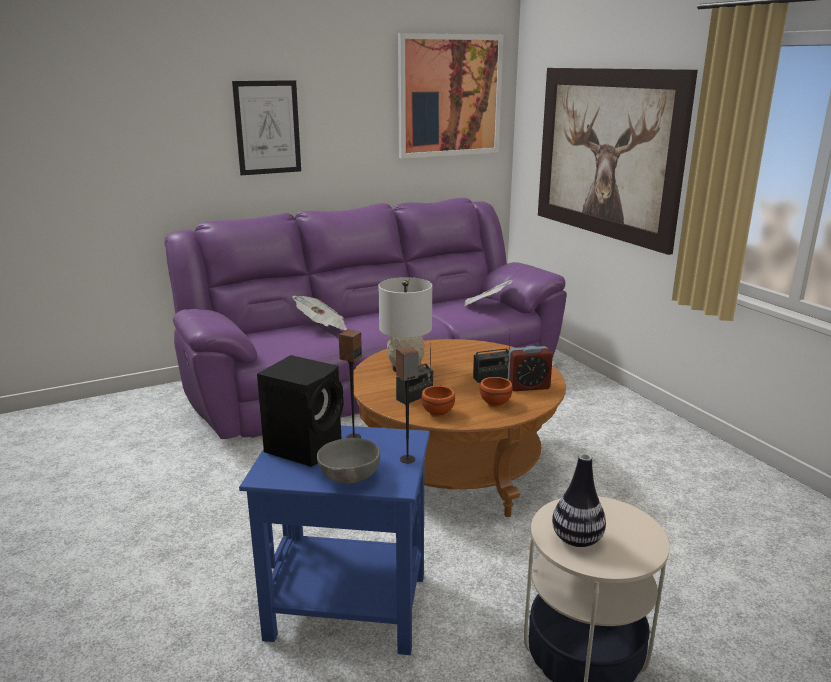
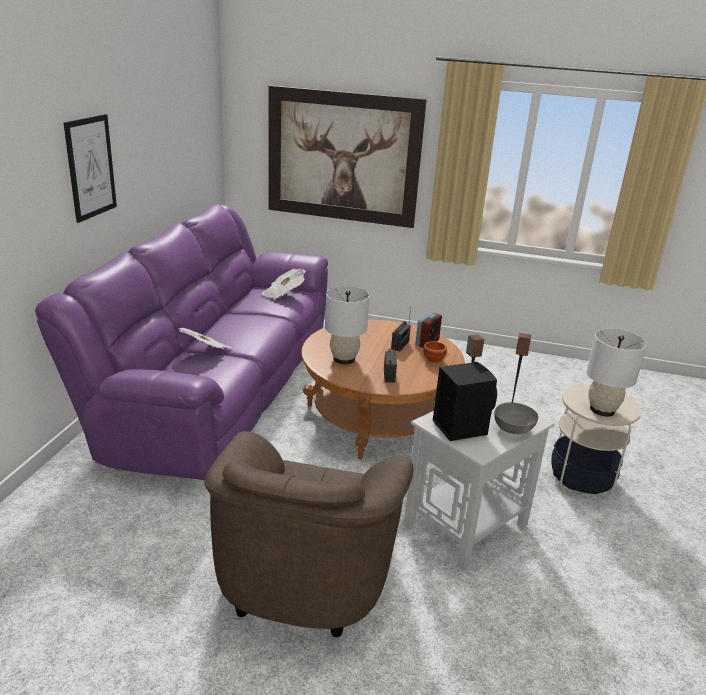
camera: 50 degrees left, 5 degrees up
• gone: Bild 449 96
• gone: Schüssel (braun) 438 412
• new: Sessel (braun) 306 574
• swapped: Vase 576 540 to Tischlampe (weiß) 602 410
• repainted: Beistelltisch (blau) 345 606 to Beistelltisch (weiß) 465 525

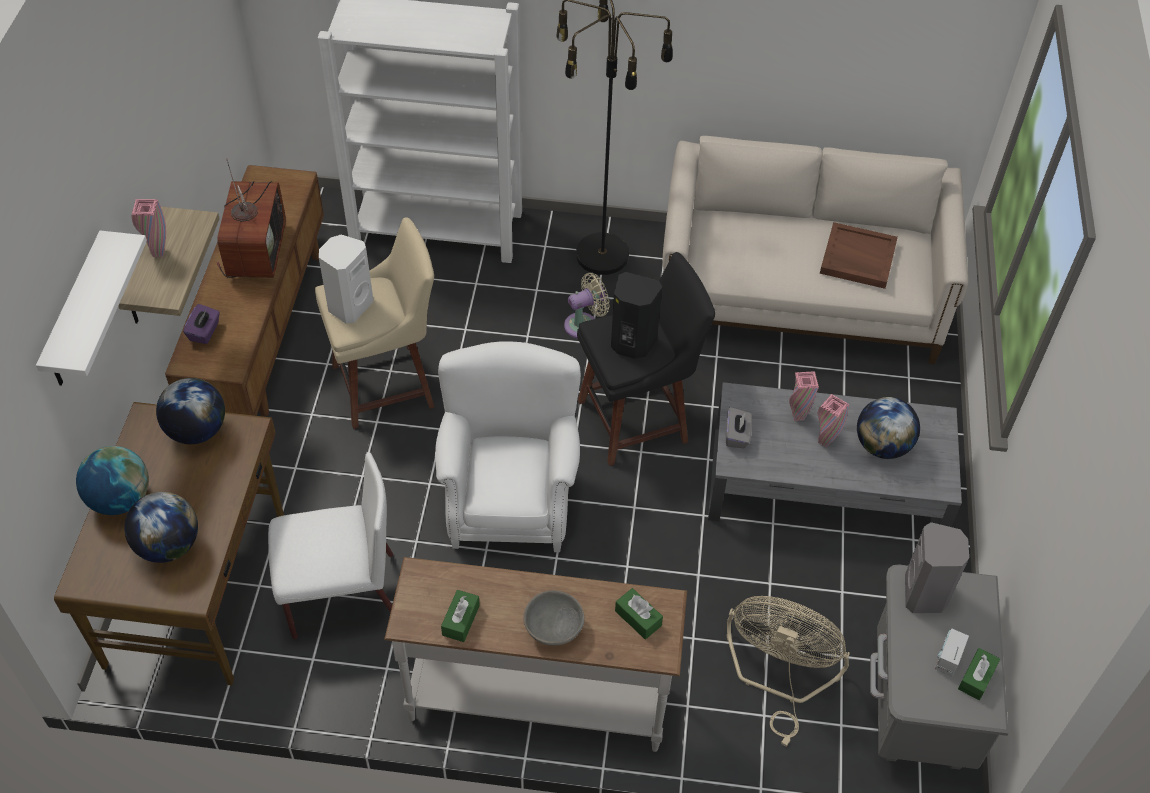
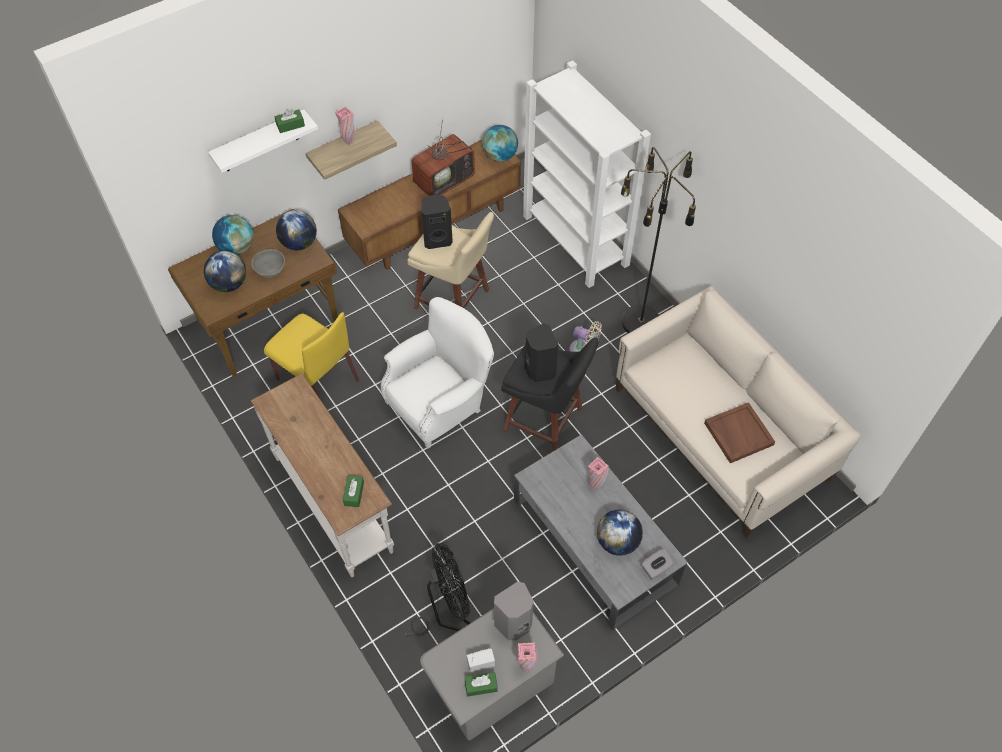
camera: 50 degrees right, 5 degrees up
• gone: Taschentuchbox (lila) 205 332
• new: Globus 500 156
• shifted: Taschentuchbox (grün) 461 620 to 290 125
• shifted: Schüssel (grau) 554 628 to 270 270
• shifted: Taschentuchbox (grau) 737 435 to 656 568
• shifted: Vase (rosa) 824 441 to 525 667
• repainted: Stuhl (weiß) 341 596 to Stuhl (gelb) 316 379
• repainted: Lautsprecher (weiß) 349 306 to Lautsprecher (schwarz) 437 239
• repainted: Ventilator (beige) 779 679 to Ventilator (schwarz) 445 605

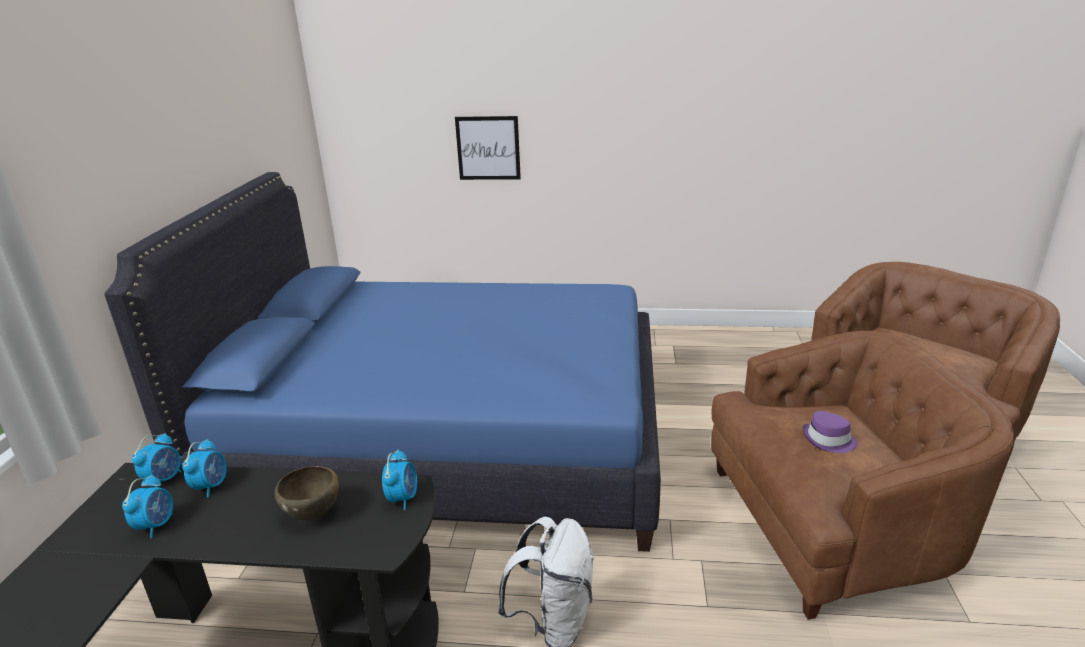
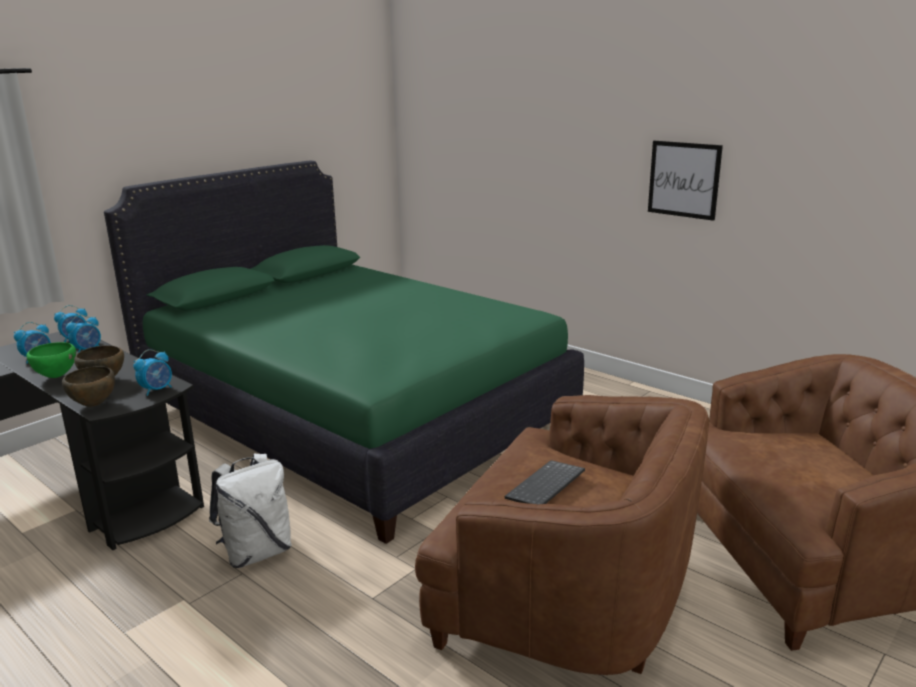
camera: 35 degrees right, 5 degrees down
• new: Schüssel (grün) 56 376
• new: Schüssel (braun) 94 405
• shifted: Bild 488 148 to 684 179
• swapped: Hut (lila) 828 440 to Tastatur 546 487
• repainted: Bett (blau) 449 442 to Bett (grün) 353 416

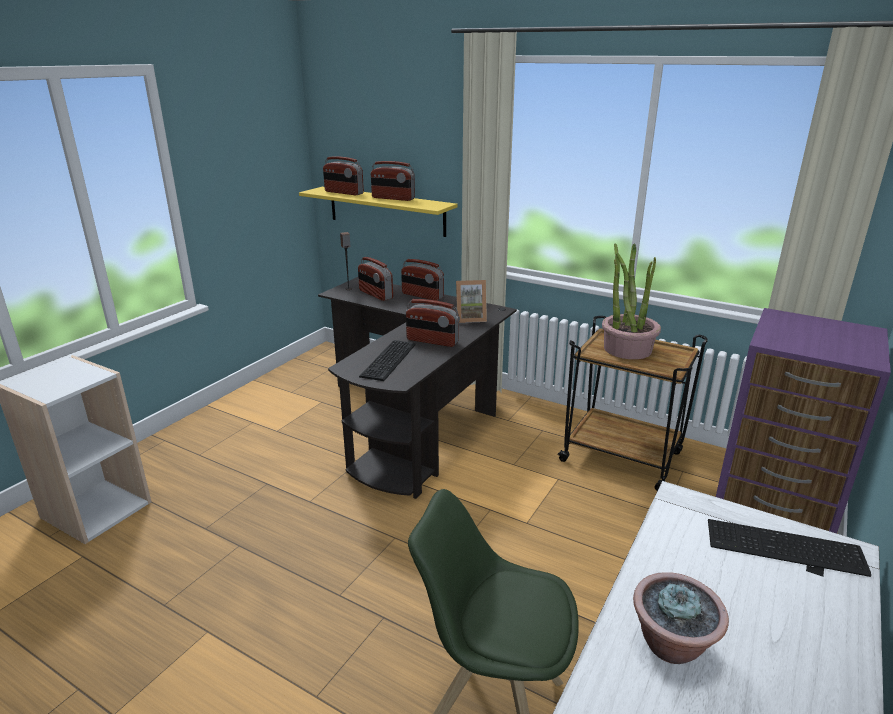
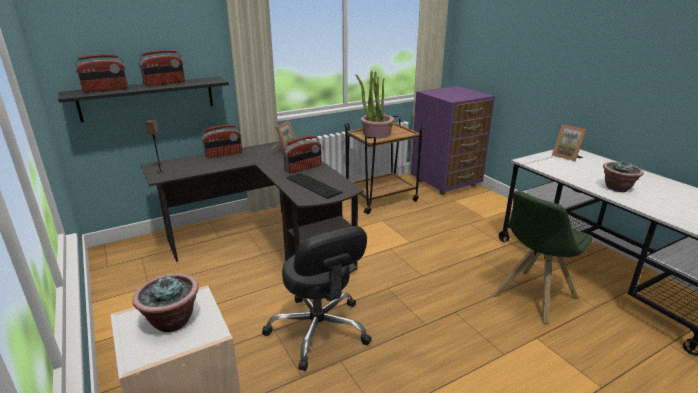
camera: 60 degrees left, 0 degrees up
• gone: Radio 375 294
• new: Topfpflanze 172 321
• new: Bürostuhl (schwarz) 320 333
• swapped: Tastatur 787 549 to Bilderrahmen 566 156
• repainted: Wandregal (gelb) 386 211 to Wandregal (schwarz) 148 98

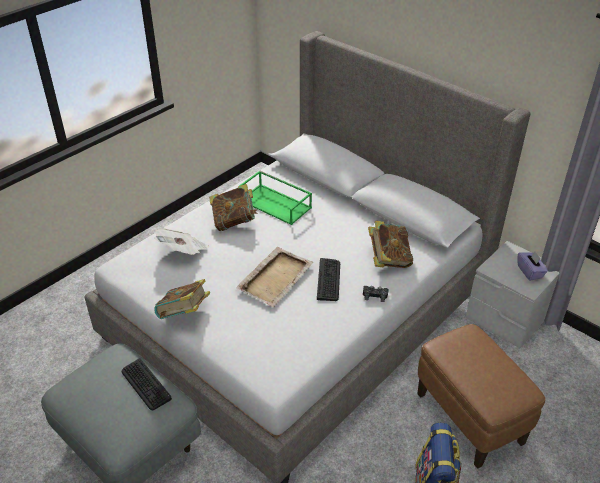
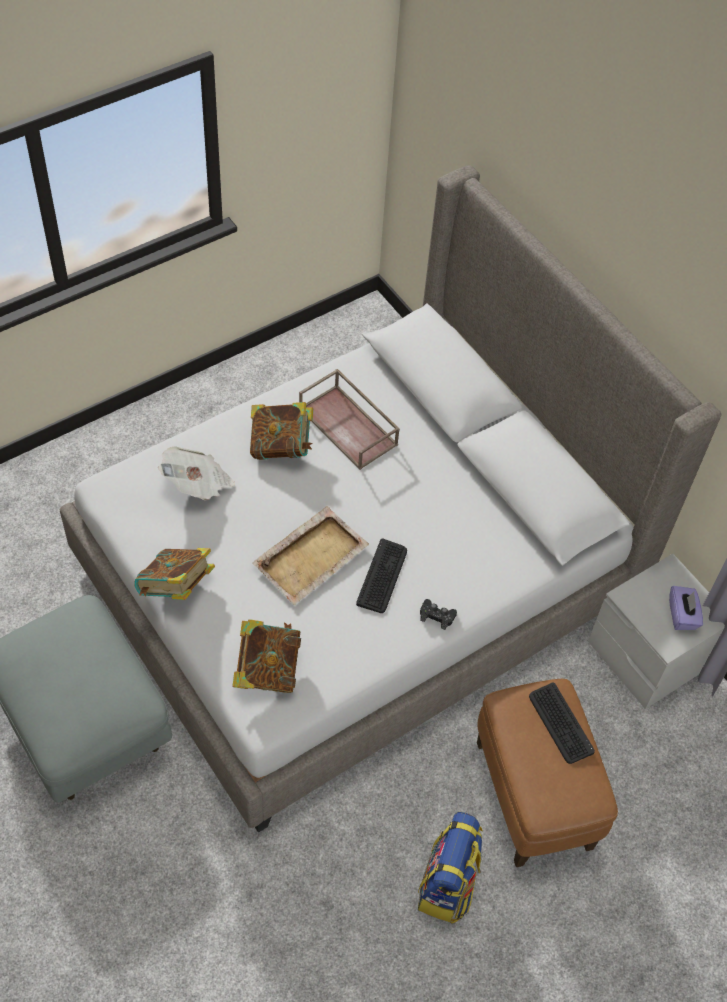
camera: 10 degrees right, 15 degrees up
• shifted: Tastatur 145 385 to 560 723
• shifted: Buch 388 259 to 267 670
• repainted: Tablett (grün) 276 204 to Tablett (braun) 349 427

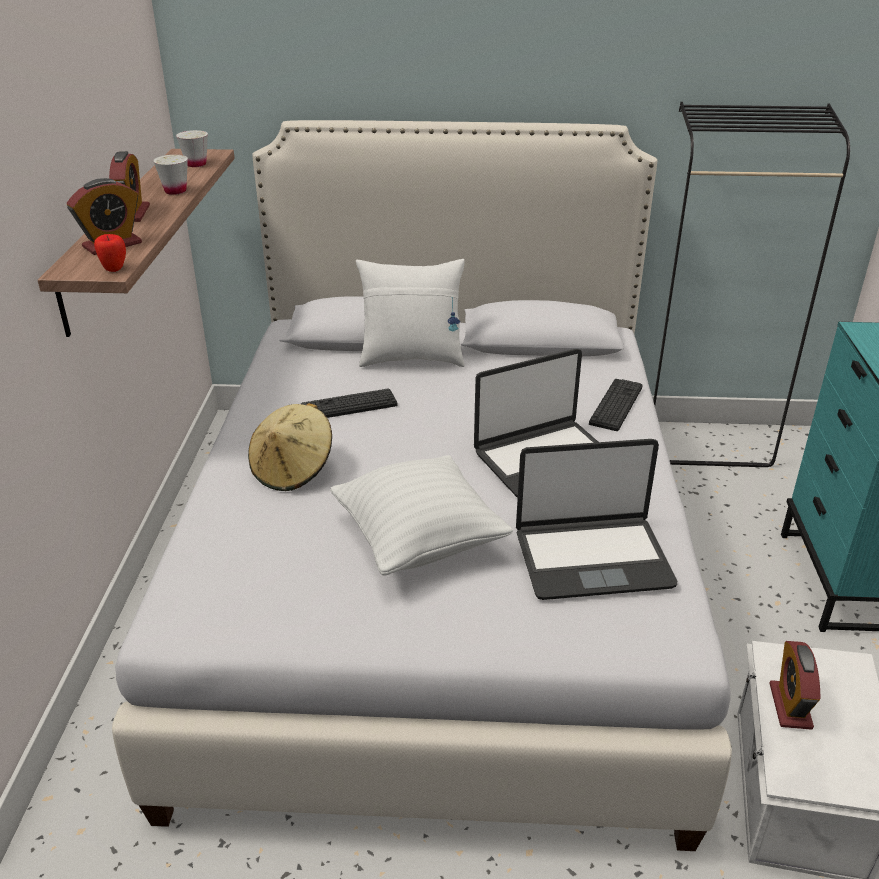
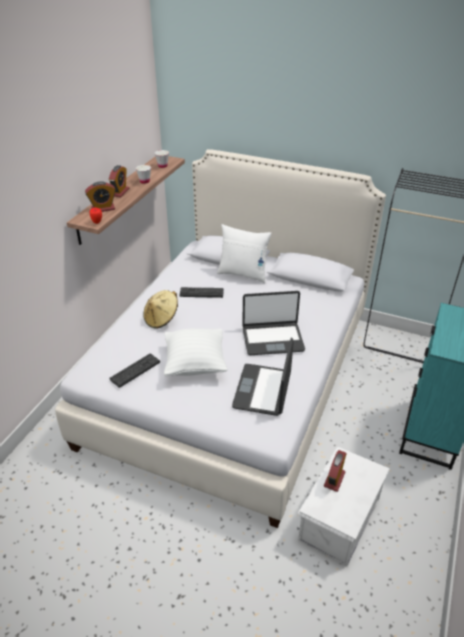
camera: 20 degrees right, 5 degrees up
• shifted: Tastatur 616 405 to 135 370
• rotated: Laptop 592 558 = 263 390 90 degrees clockwise

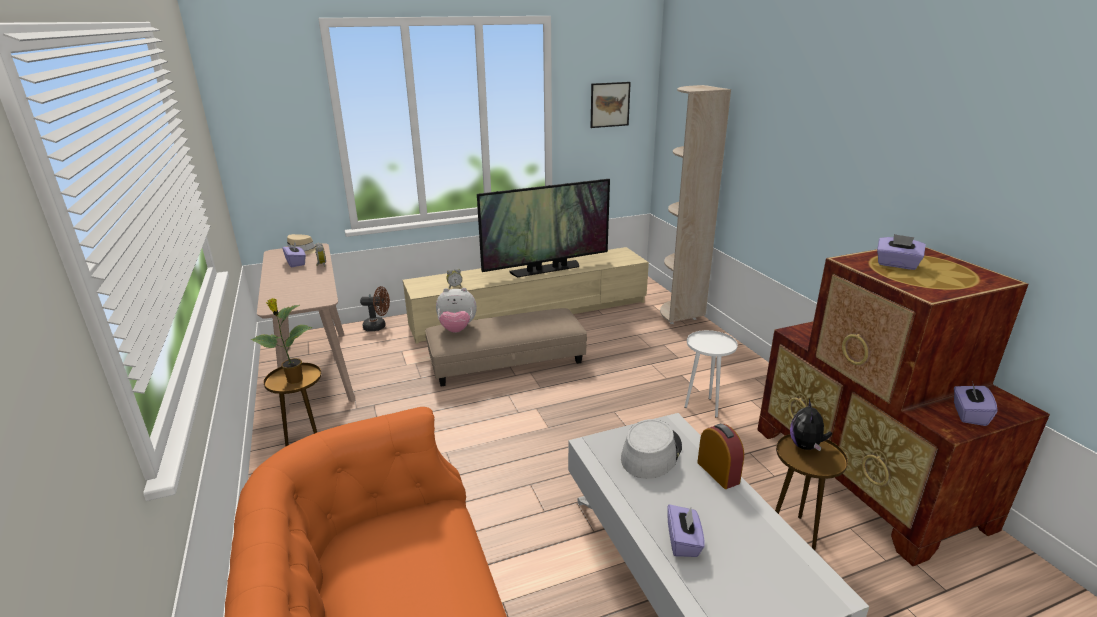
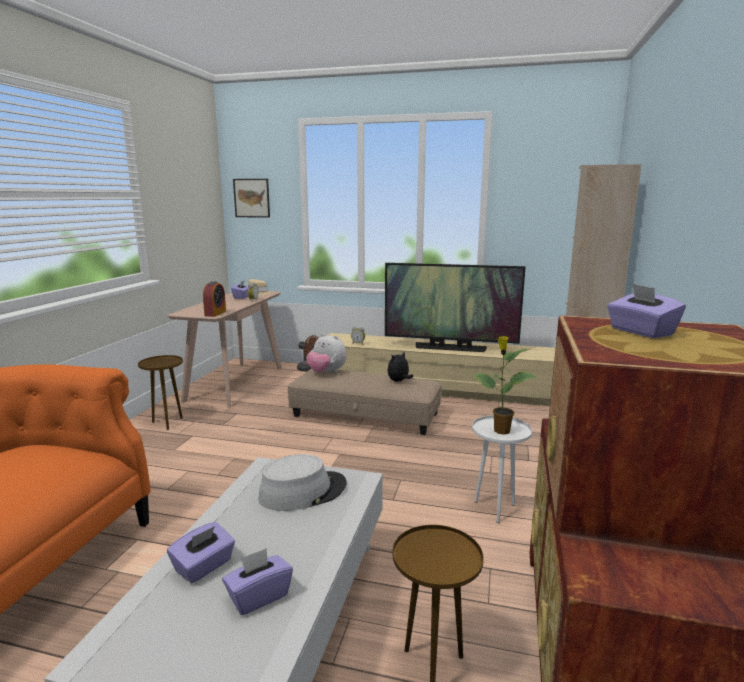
camera: 35 degrees right, 10 degrees down
• shifted: Topfpflanze 294 380 to 500 431
• shifted: Bild 609 104 to 251 198
• shifted: Wecker 718 472 to 215 313
• shifted: Plüschtier 806 446 to 399 381
• shifted: Taschentuchbox (lila) 968 414 to 258 596

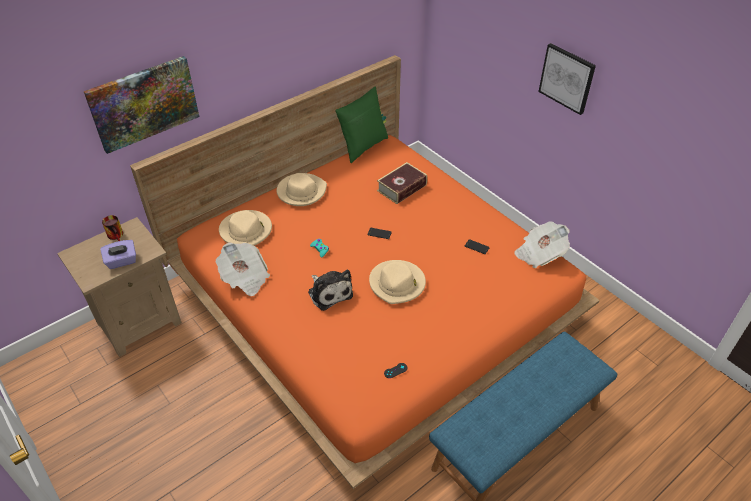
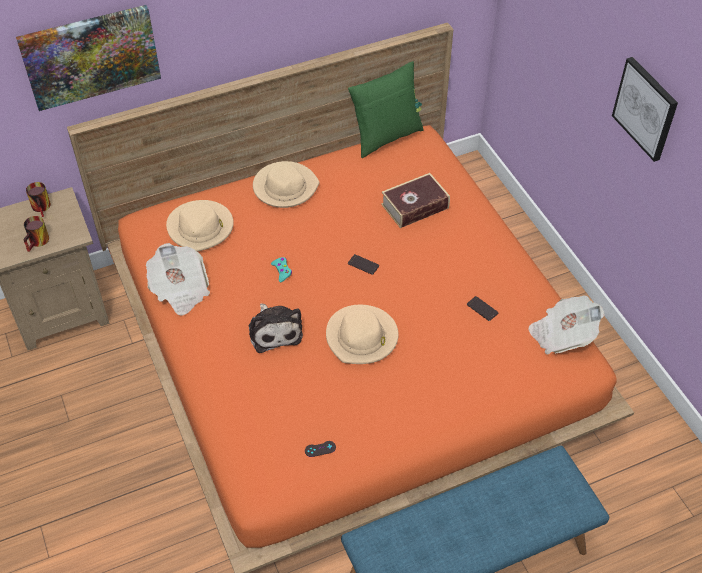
camera: 15 degrees right, 5 degrees up
• swapped: Taschentuchbox (lila) 122 261 to Henkelbecher 39 242

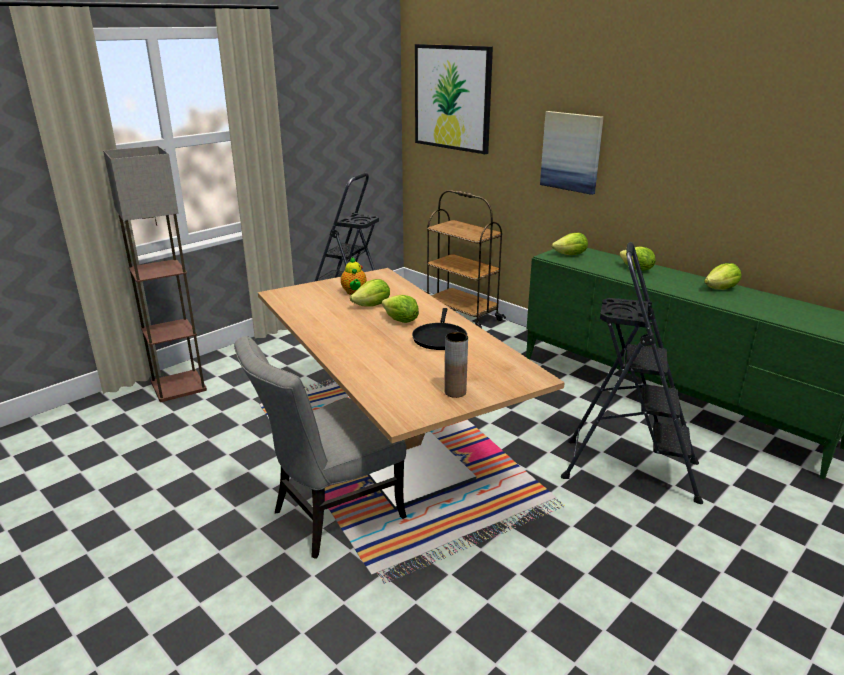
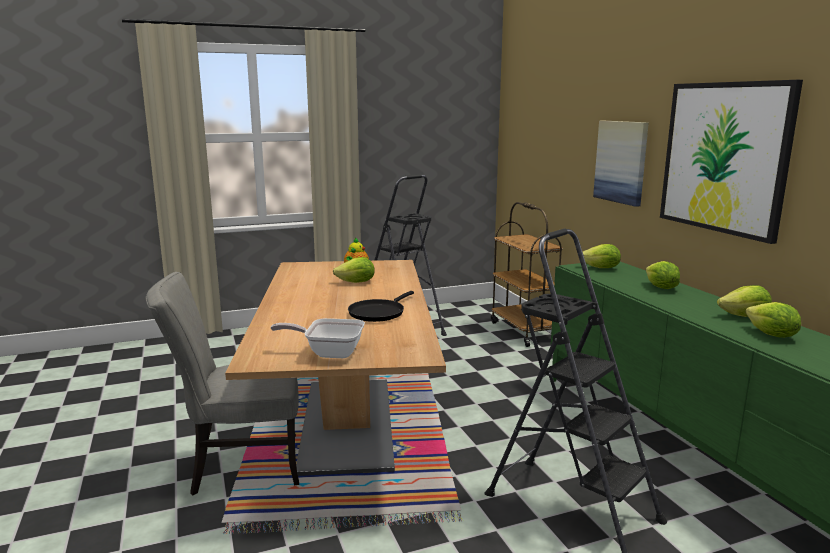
camera: 25 degrees right, 10 degrees down
• gone: Stehlampe 179 386
• shifted: Salatkopf 401 321 to 771 335
• shifted: Bild 452 98 to 724 157
• swapped: Vase (braun) 455 392 to Pfanne 329 352

